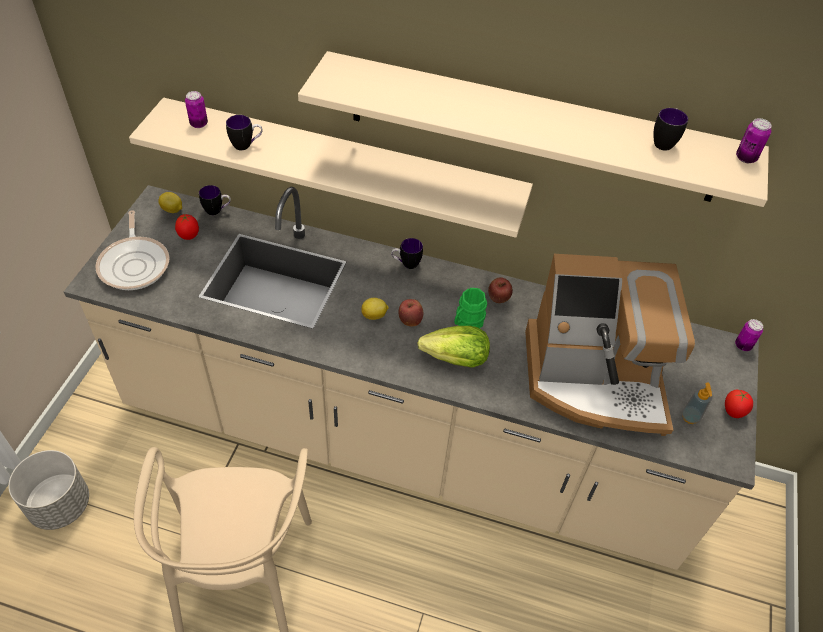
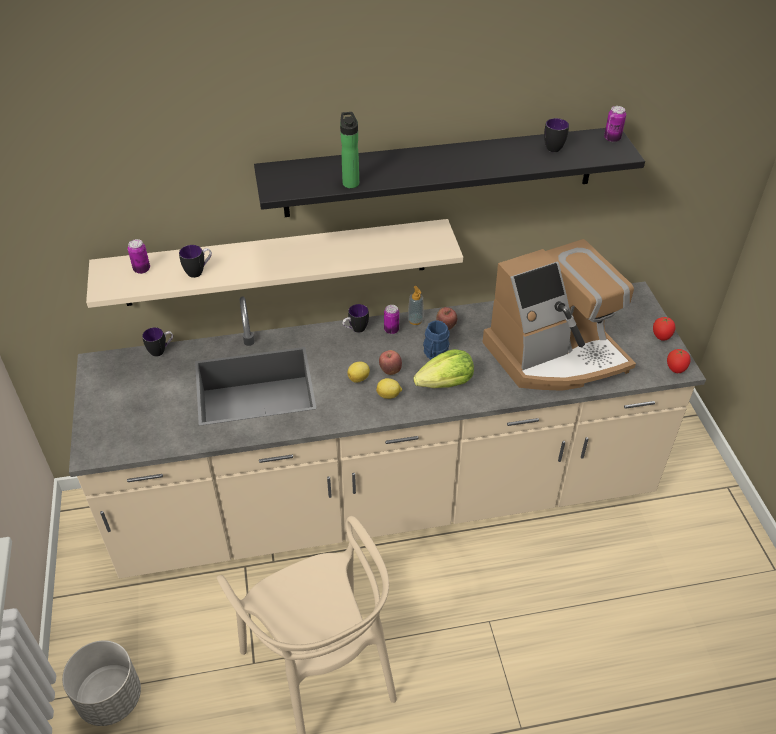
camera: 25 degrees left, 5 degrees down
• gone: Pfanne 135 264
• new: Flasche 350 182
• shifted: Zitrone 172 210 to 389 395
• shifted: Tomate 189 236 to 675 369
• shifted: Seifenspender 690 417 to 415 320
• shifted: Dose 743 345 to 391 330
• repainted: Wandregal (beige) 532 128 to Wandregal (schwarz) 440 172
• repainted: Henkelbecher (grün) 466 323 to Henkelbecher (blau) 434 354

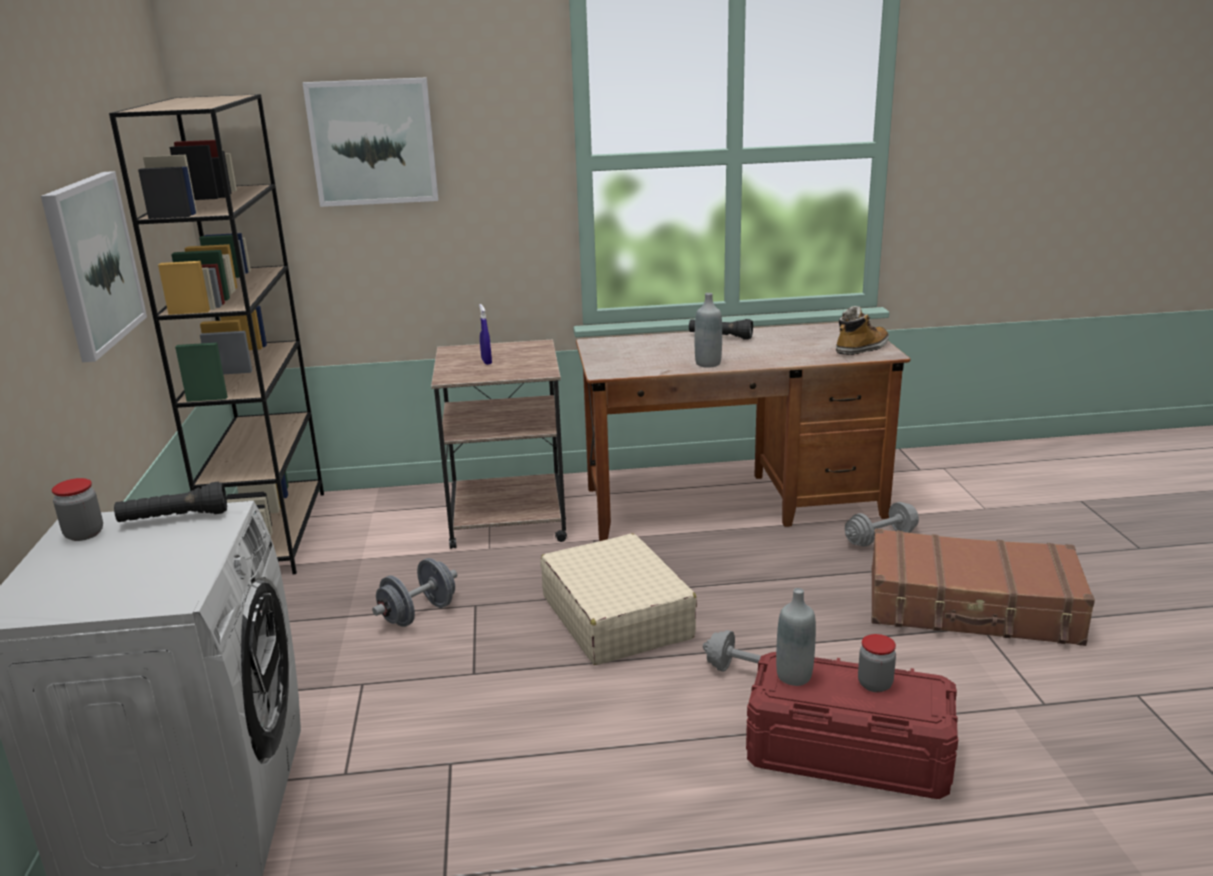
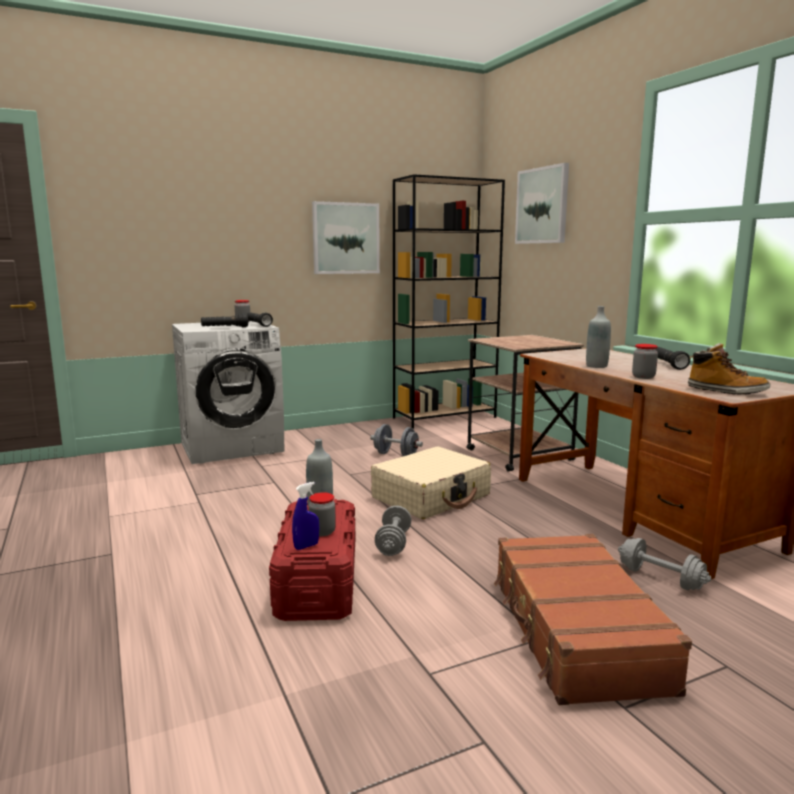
camera: 70 degrees right, 10 degrees down
• new: Taschenlampe (schwarz) 225 328
• new: Vorratsglas 643 377
• shifted: Sprühflasche (blau) 486 361 to 306 546

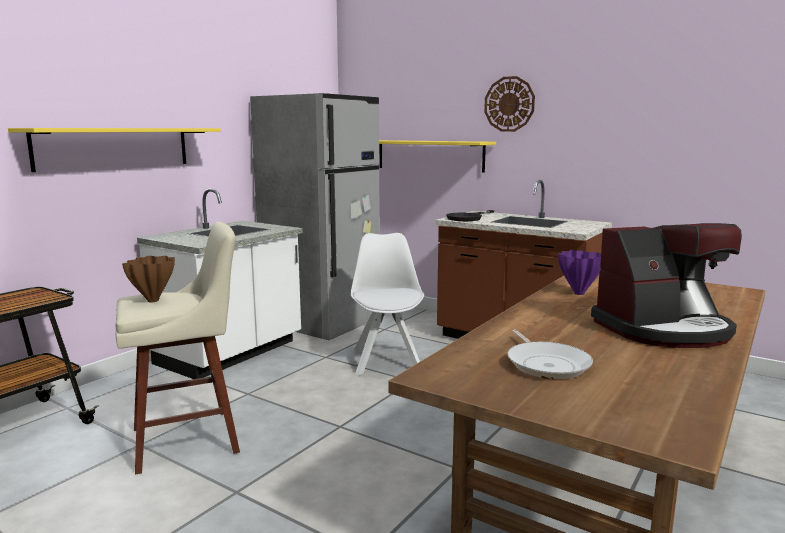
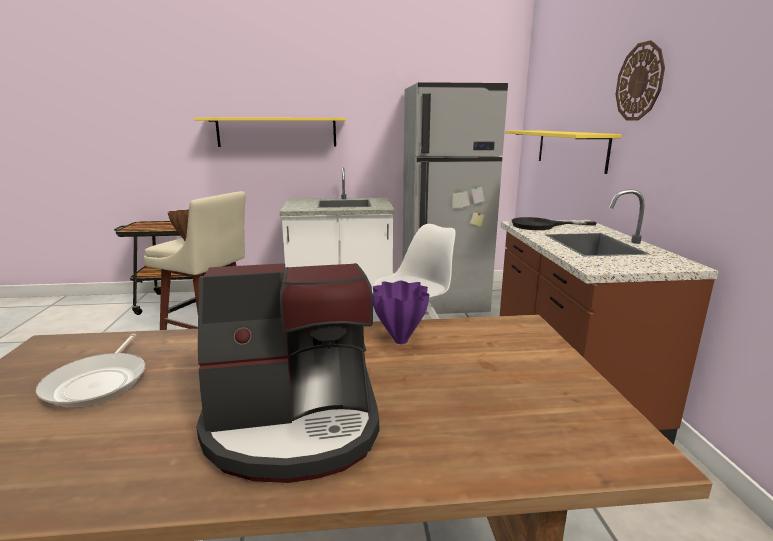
camera: 50 degrees right, 5 degrees up
• rotated: Pfanne 546 364 = 99 382 45 degrees counterclockwise
• rotated: Kaffeemaschine 663 329 = 294 423 45 degrees counterclockwise

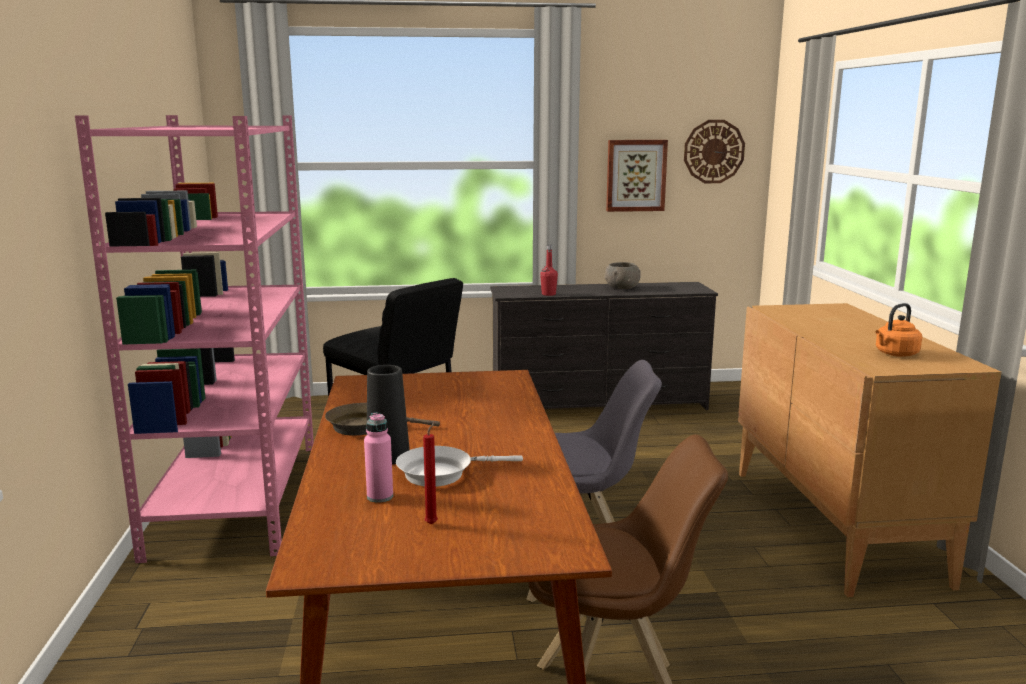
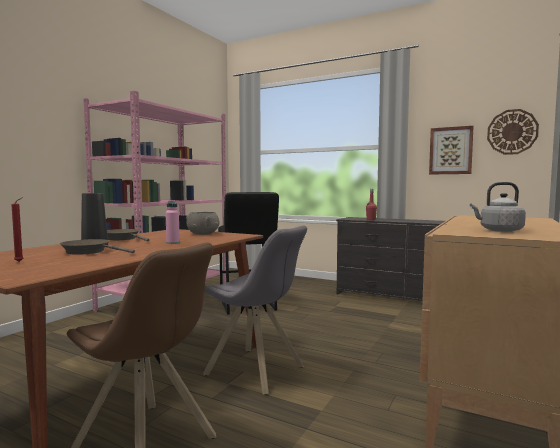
camera: 35 degrees right, 10 degrees down
• shifted: Flasche (rosa) 380 497 to 173 243
• shifted: Schüssel (grau) 622 288 to 203 234
• repainted: Pfanne (weiß) 441 473 to Pfanne (braun) 89 252
• repainted: Wasserkessel (orange) 895 354 to Wasserkessel (grau) 499 230

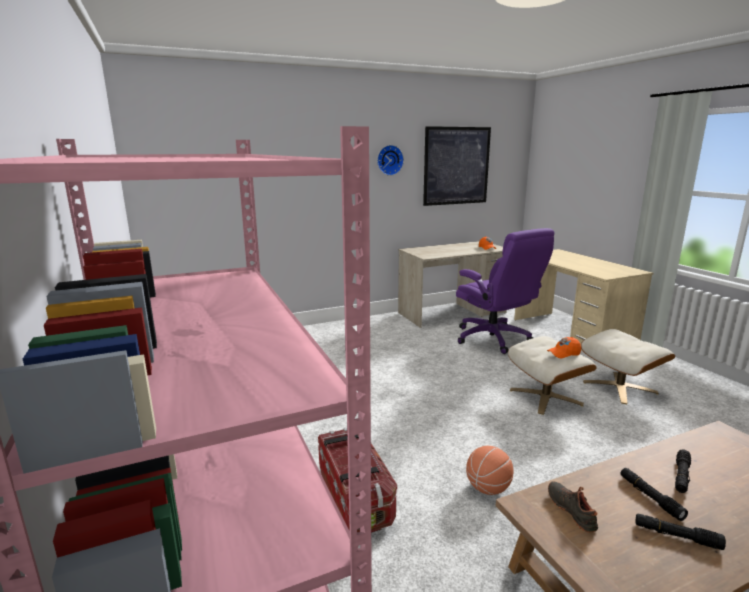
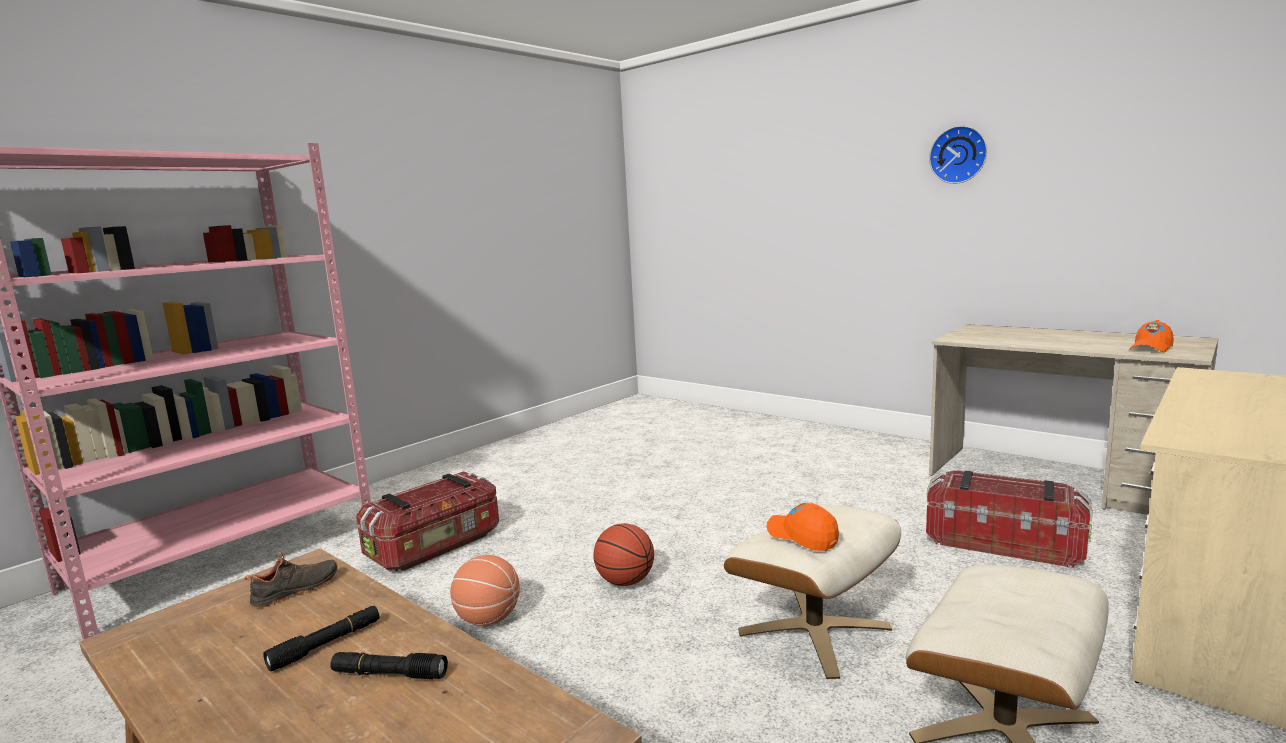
camera: 65 degrees right, 5 degrees down
• gone: Bild 456 166
• gone: Taschenlampe (schwarz) 676 536
• new: Basketball 625 582
• swapped: Bürostuhl (lila) 495 340 to Aufbewahrungsbox 1002 542

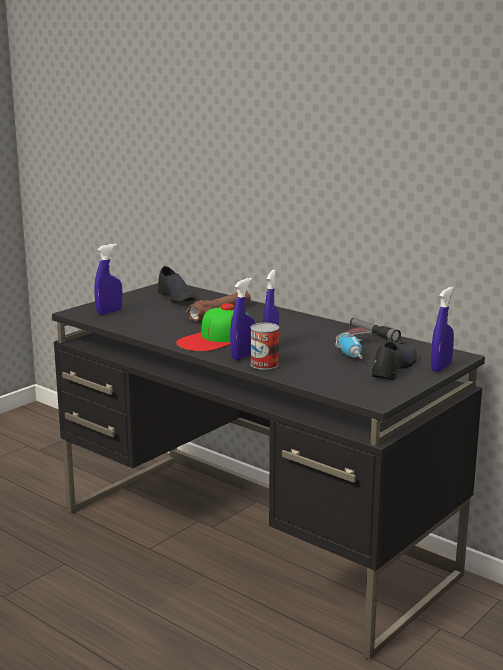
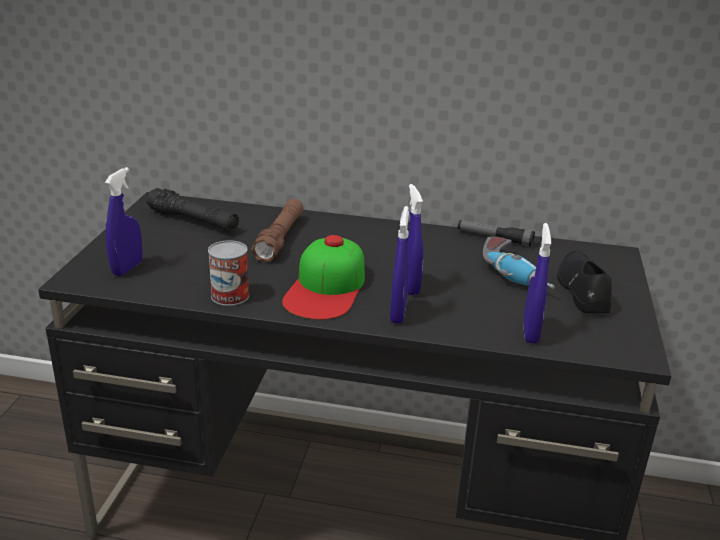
camera: 30 degrees left, 10 degrees up
• shifted: Dose 264 364 to 230 296
• shifted: Sprühflasche (blau) 441 368 to 530 333
• swapped: Schuh (schwarz) 177 297 to Taschenlampe (schwarz) 193 221

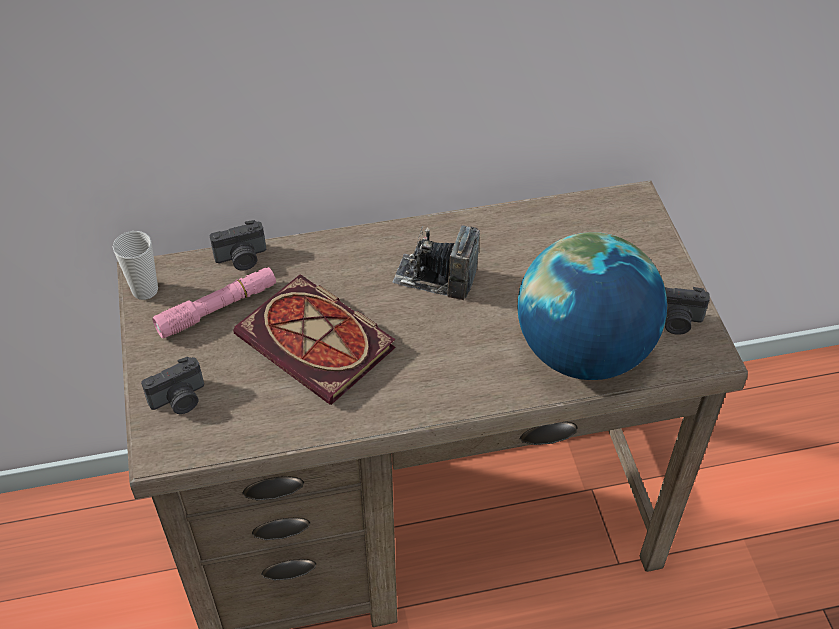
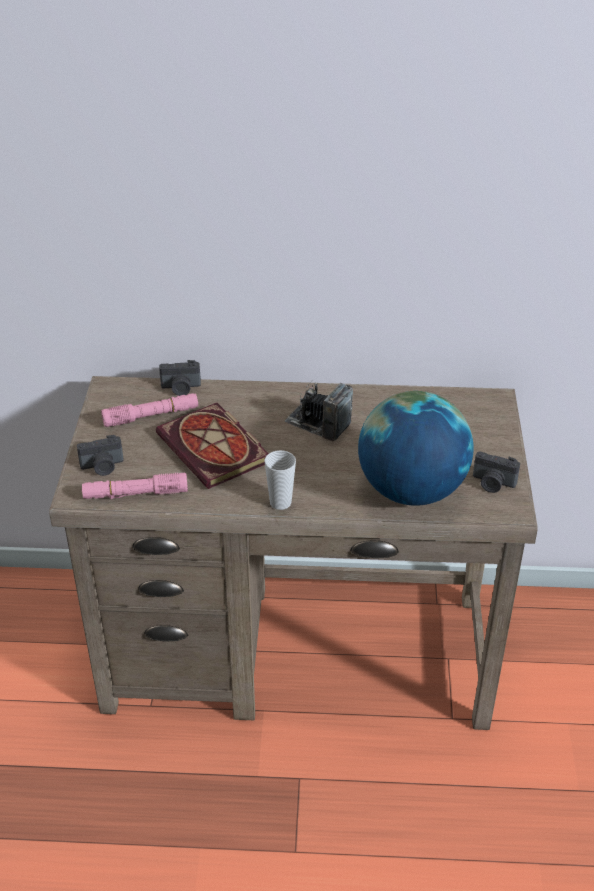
camera: 15 degrees right, 10 degrees down
• new: Taschenlampe (rosa) 135 494
• shifted: Tasse 145 290 to 280 502

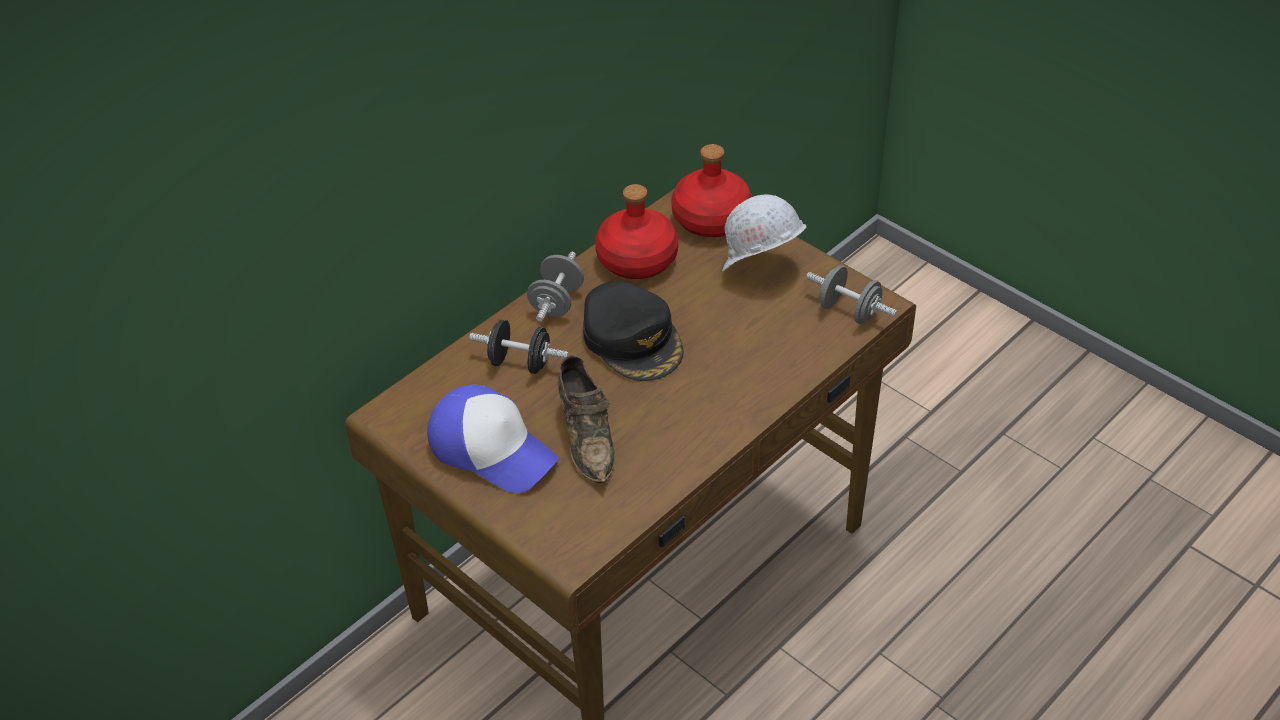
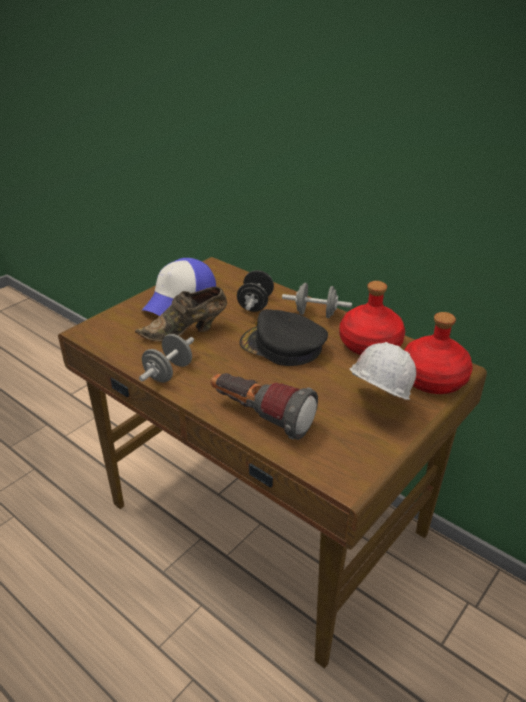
camera: 85 degrees right, 10 degrees down
• new: Taschenlampe 260 417
• shifted: Hantel (grau) 849 311 to 168 372
• rotated: Kappe (schwarz) 633 339 = 282 346 60 degrees clockwise

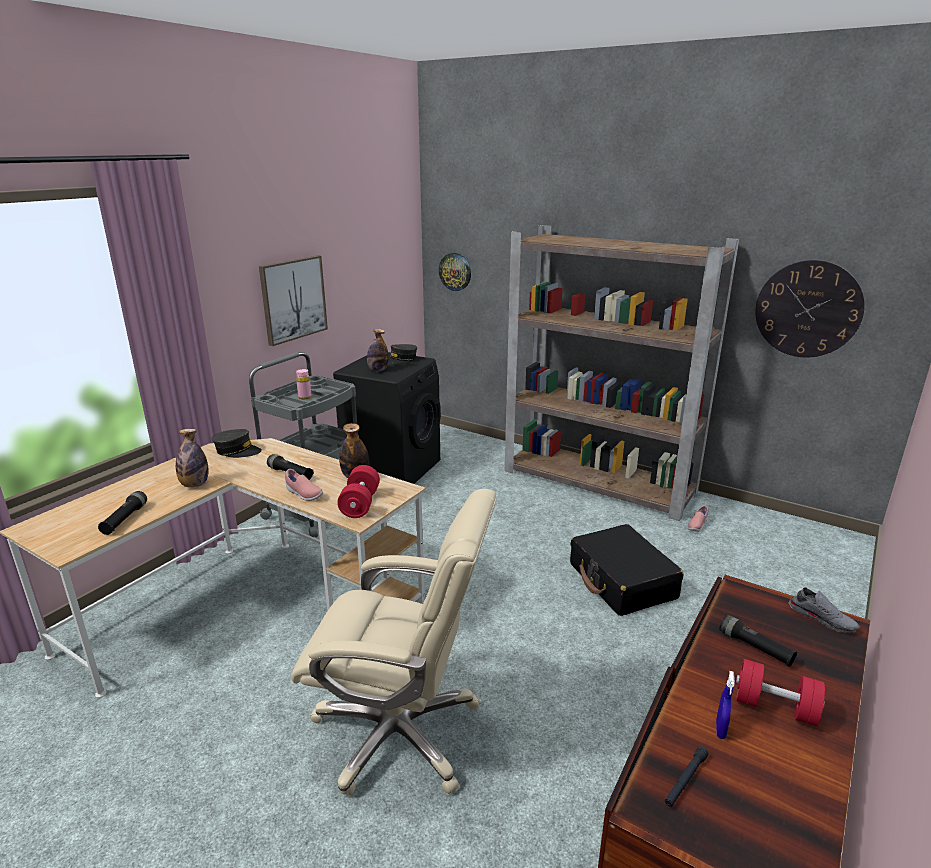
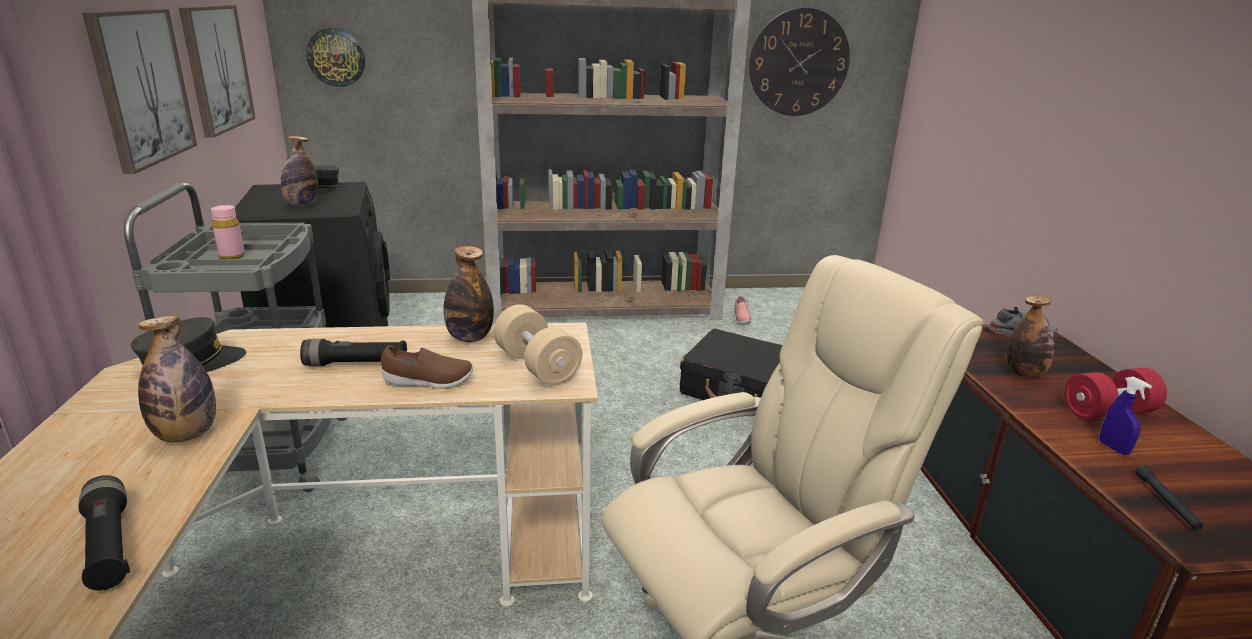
camera: 40 degrees left, 0 degrees up
• new: Bild 216 68
• swapped: Taschenlampe (schwarz) 755 648 to Flasche 1024 373
• repainted: Schuh (rosa) 303 494 to Schuh (braun) 428 382
• repainted: Hantel (rot) 360 504 to Hantel (beige) 537 366

